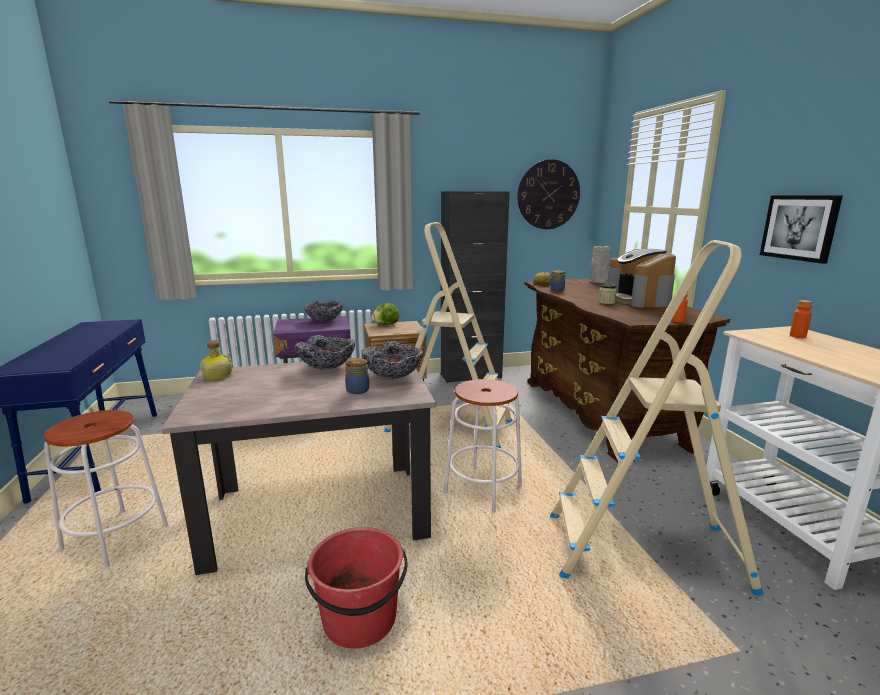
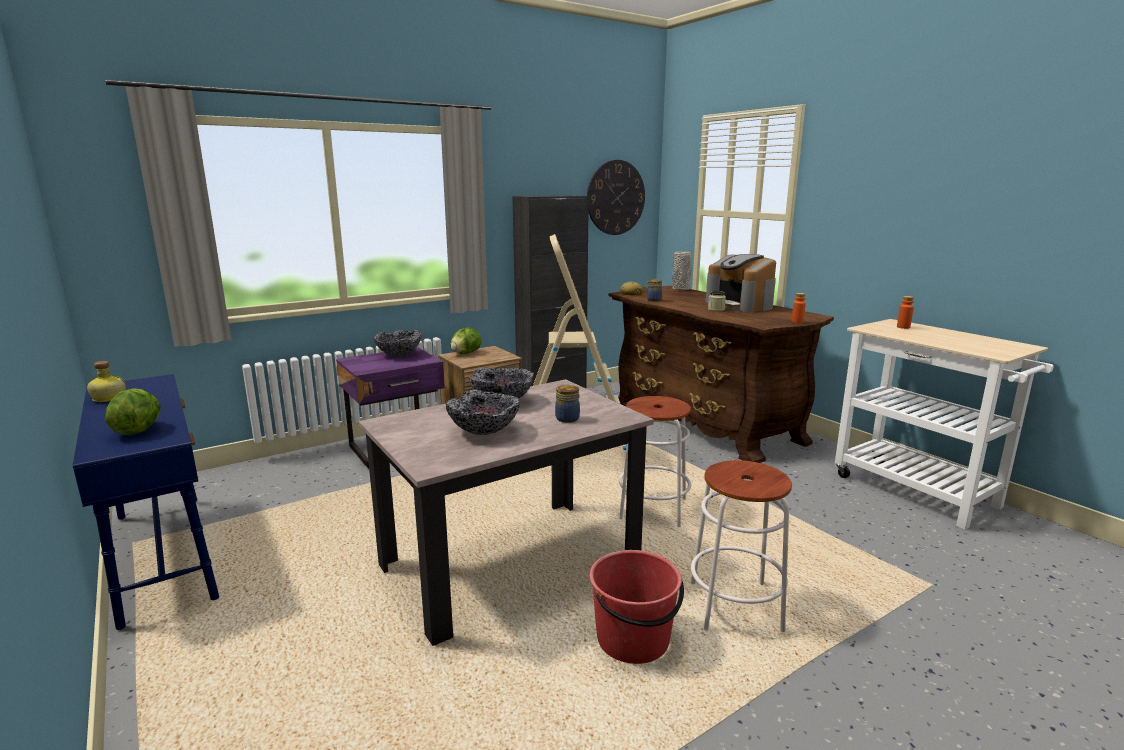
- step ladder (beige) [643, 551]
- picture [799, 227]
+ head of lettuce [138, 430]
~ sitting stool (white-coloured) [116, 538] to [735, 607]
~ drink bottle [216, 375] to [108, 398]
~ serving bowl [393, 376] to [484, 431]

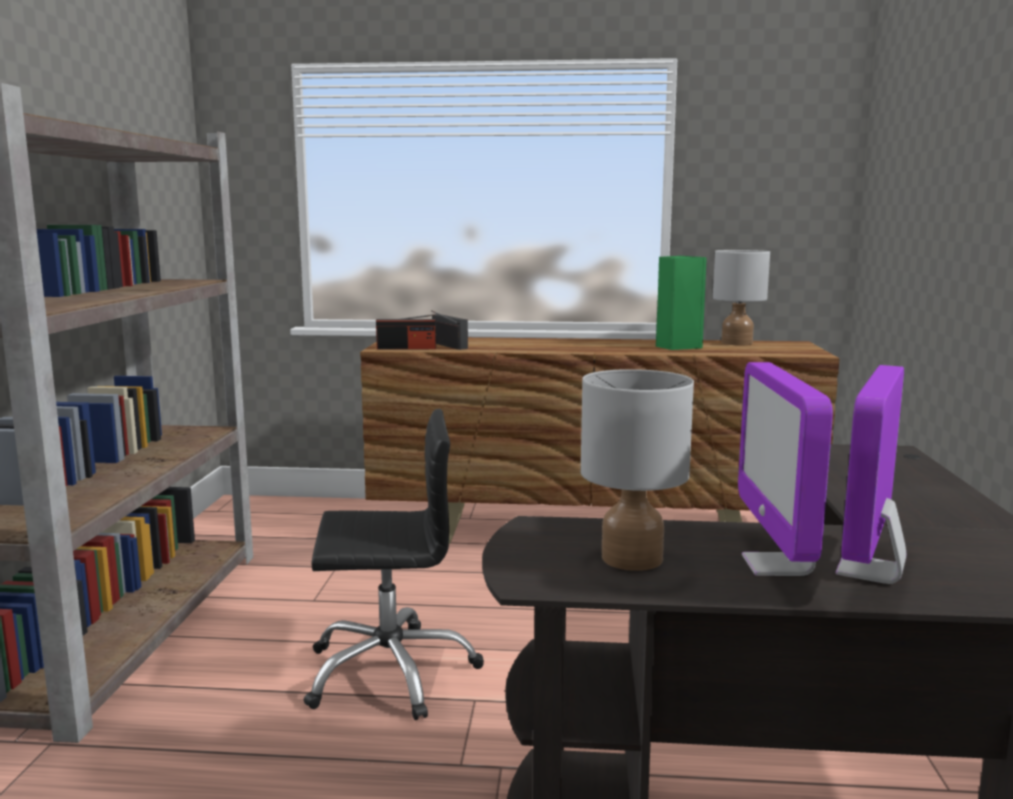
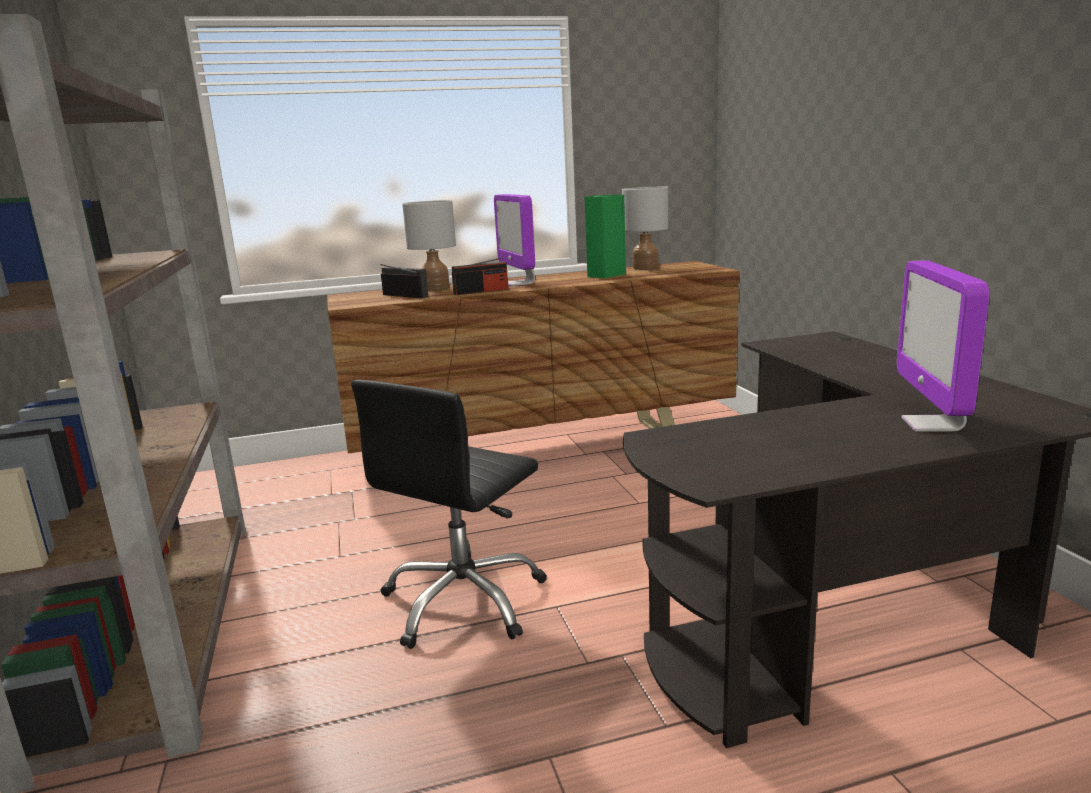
~ radio set [407, 348] to [481, 291]
~ tabletop lamp (gray) [632, 559] to [436, 288]
~ computer display [777, 565] to [519, 283]
~ computer chair (blackish) [390, 671] = [464, 601] 150 degrees clockwise

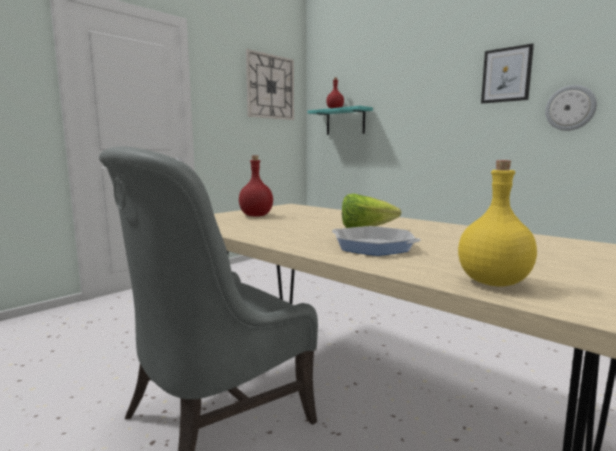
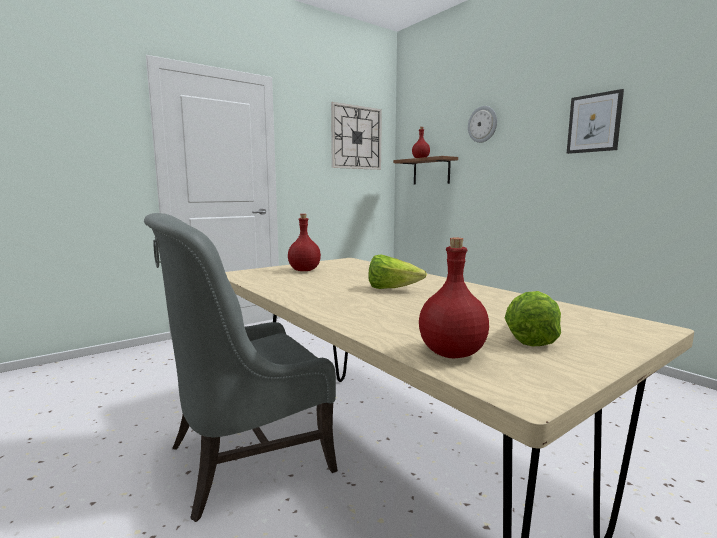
- pan [373, 246]
+ head of lettuce [531, 338]
~ wall clock [570, 108] to [482, 124]
~ shelf (turquoise-coloured) [345, 122] to shelf (brownish) [431, 171]
~ drink bottle (yellow) [492, 282] to drink bottle (red-coloured) [451, 353]

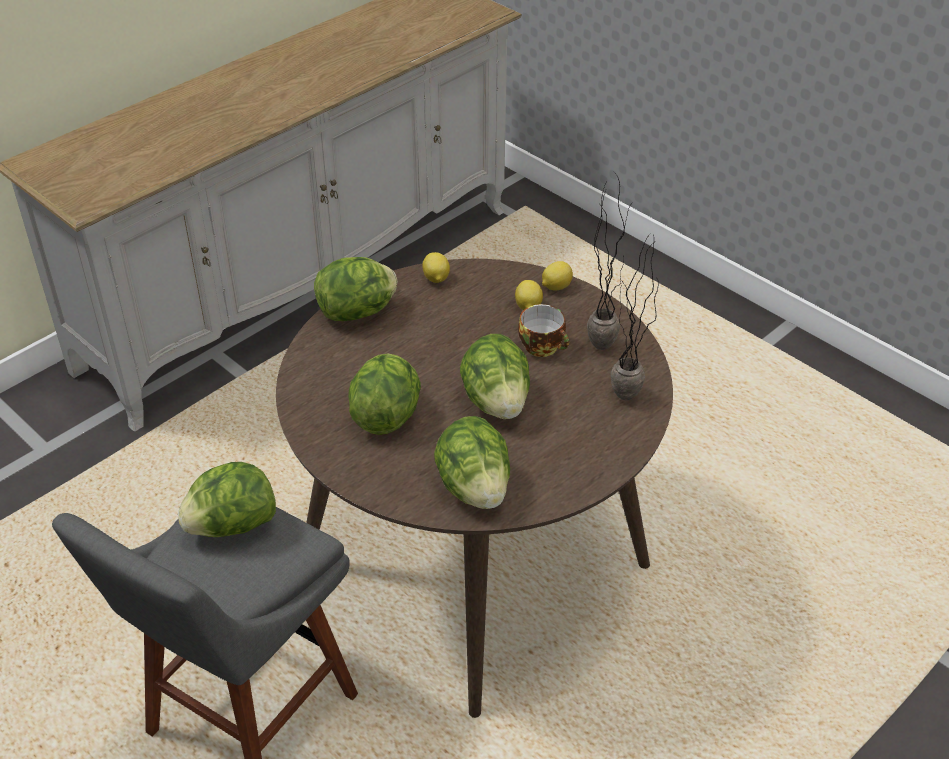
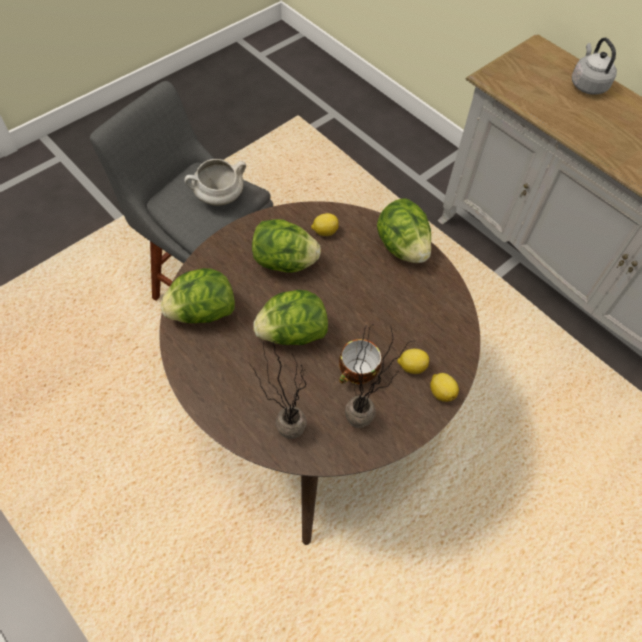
+ water kettle (gray) [587, 84]
~ citrus fruit [436, 279] to [324, 231]
~ head of lettuce [232, 525] to stockpot (white-coloured) [218, 197]

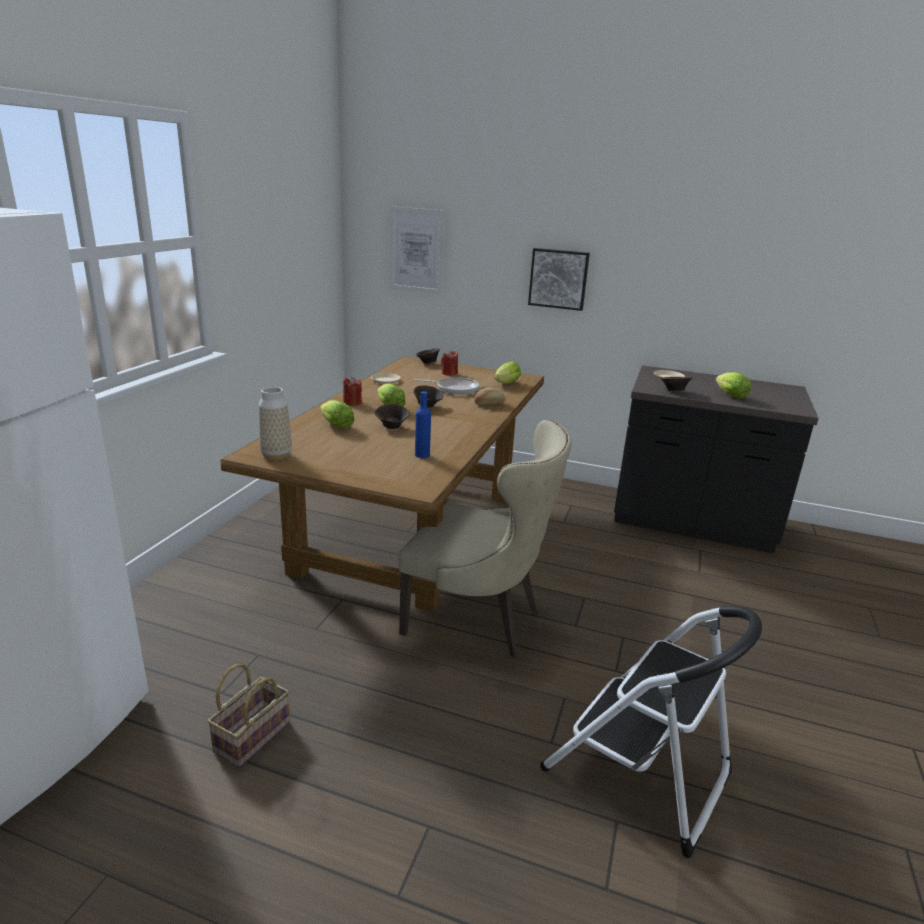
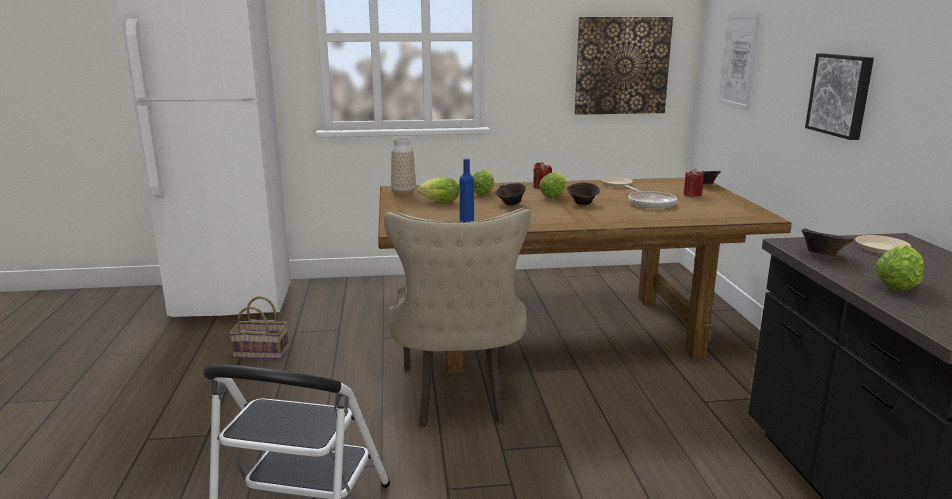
- bakery bread [489, 403]
+ picture [621, 66]
~ head of lettuce [505, 384] to [438, 202]

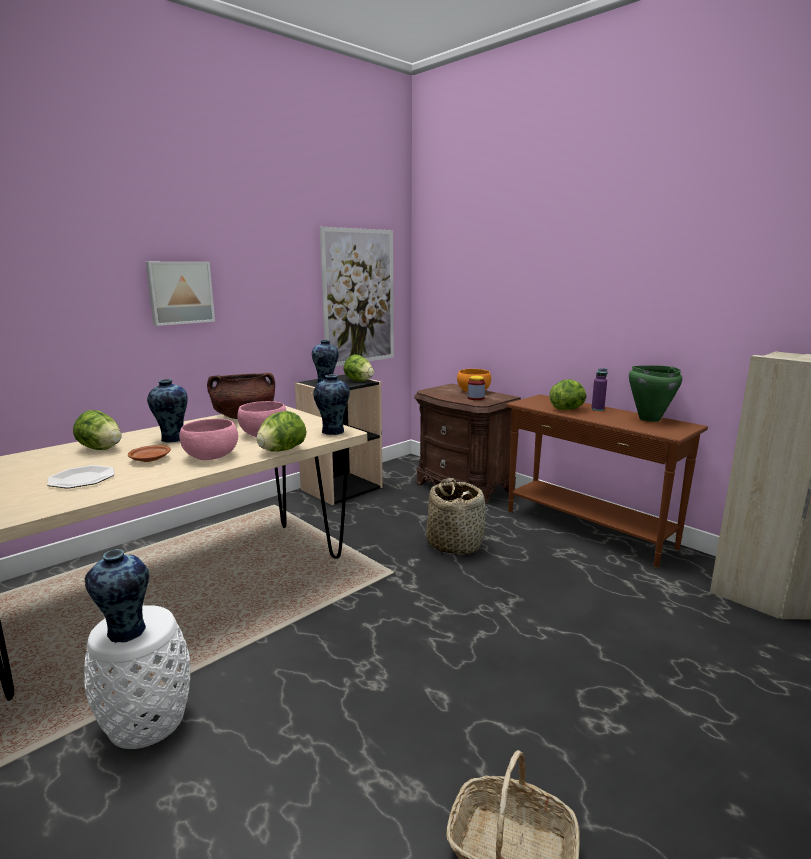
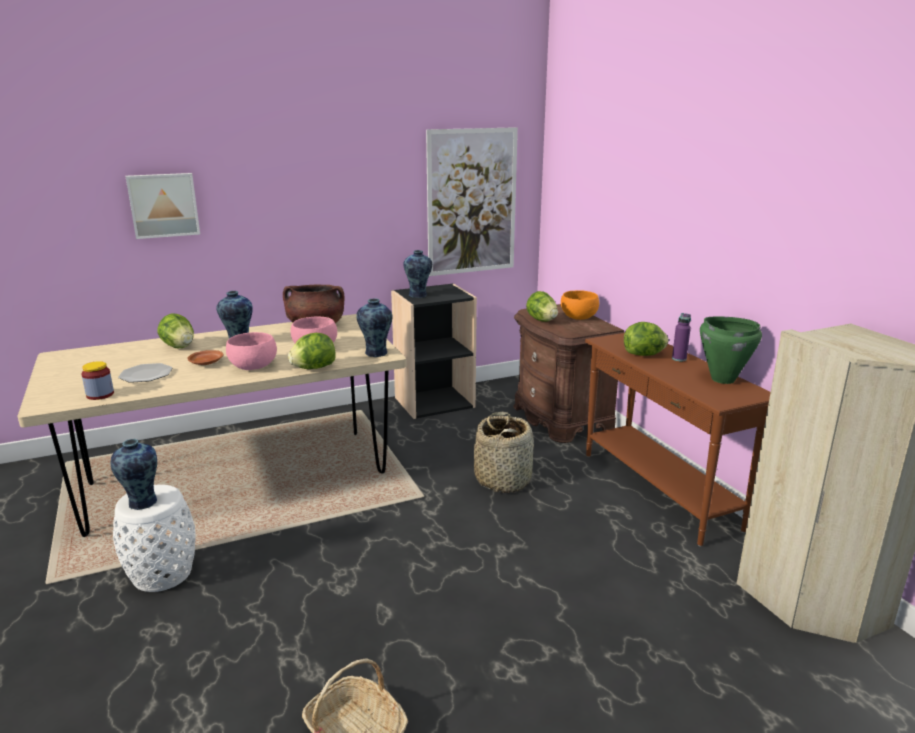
~ picture [180, 292] to [163, 205]
~ head of lettuce [358, 381] to [541, 320]
~ storage jar [476, 398] to [100, 395]

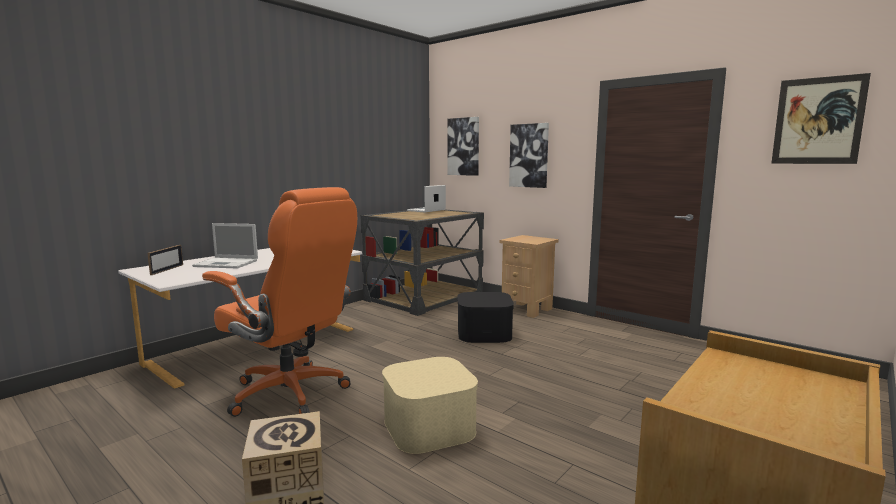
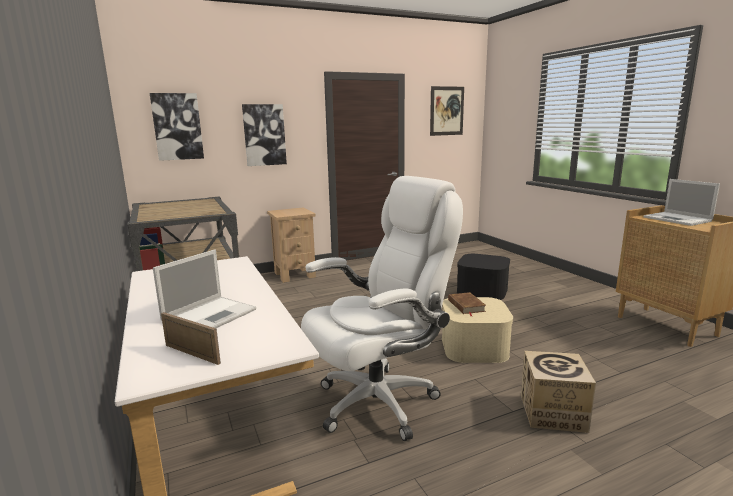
+ book (brownish) [466, 306]
~ portable computer [426, 210] to [678, 219]
~ storage bin (blackish) [484, 332] to [482, 290]
~ computer chair (orange) [290, 394] to computer chair (white-coloured) [379, 402]

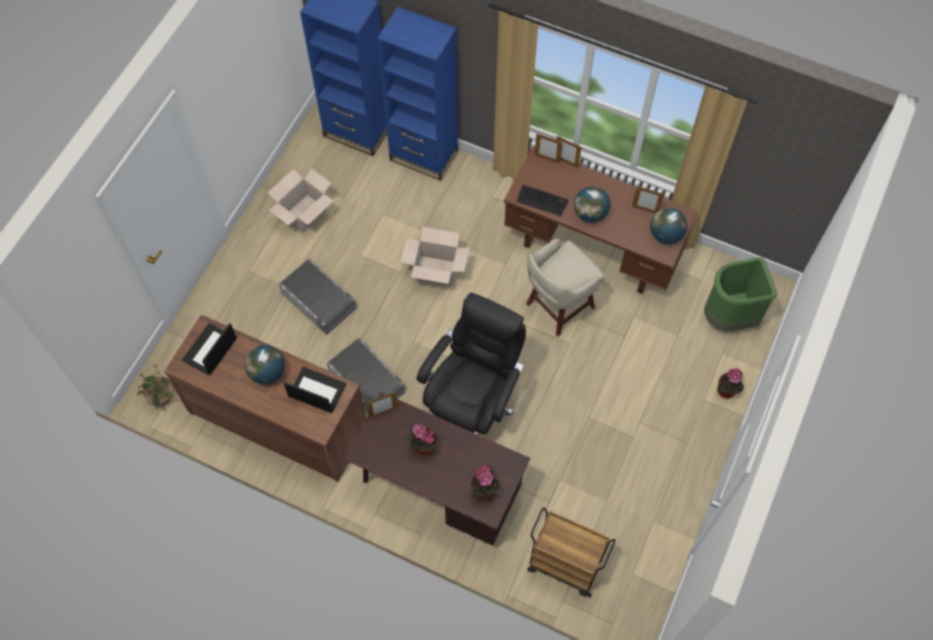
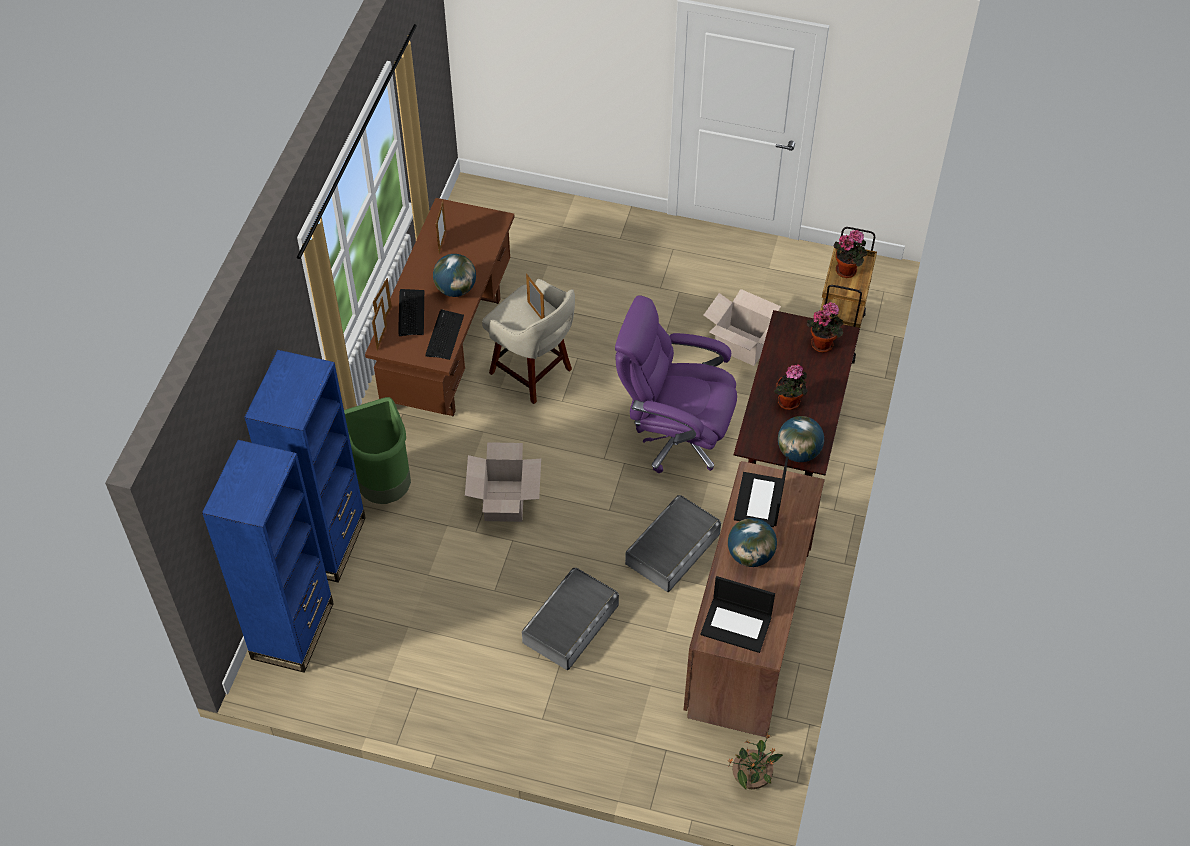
+ keyboard [411, 313]
~ packing box [304, 213] to [741, 345]
~ photo frame [383, 412] to [536, 312]
~ desk globe [666, 235] to [798, 452]
~ rubbish bin (greenish) [729, 318] to [383, 485]
~ plant in a pot [726, 392] to [848, 270]
~ computer chair (blackish) [473, 403] to computer chair (purple) [674, 438]

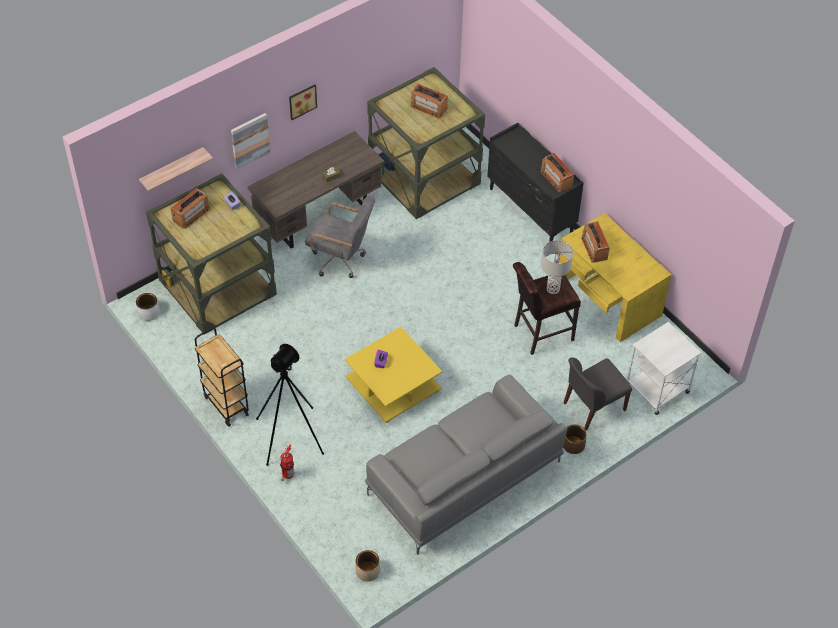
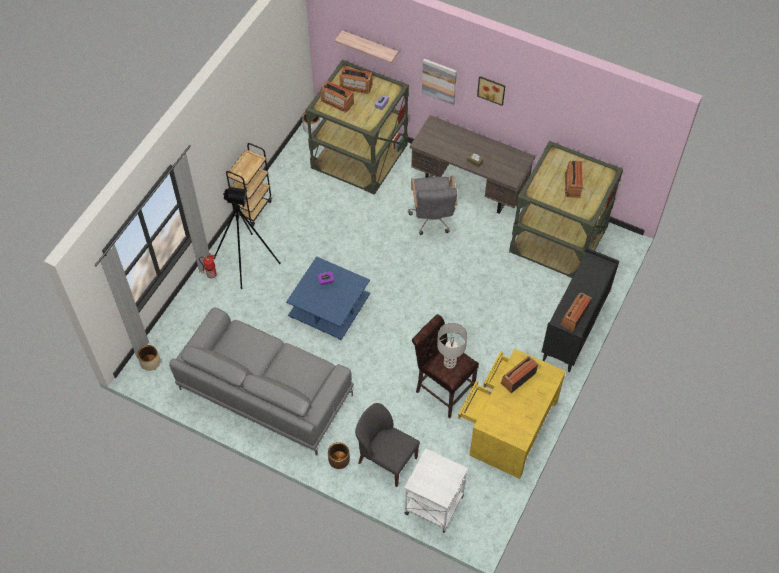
+ radio set [337, 102]
~ lounge table (yellow) [393, 387] to lounge table (bluish) [328, 307]

